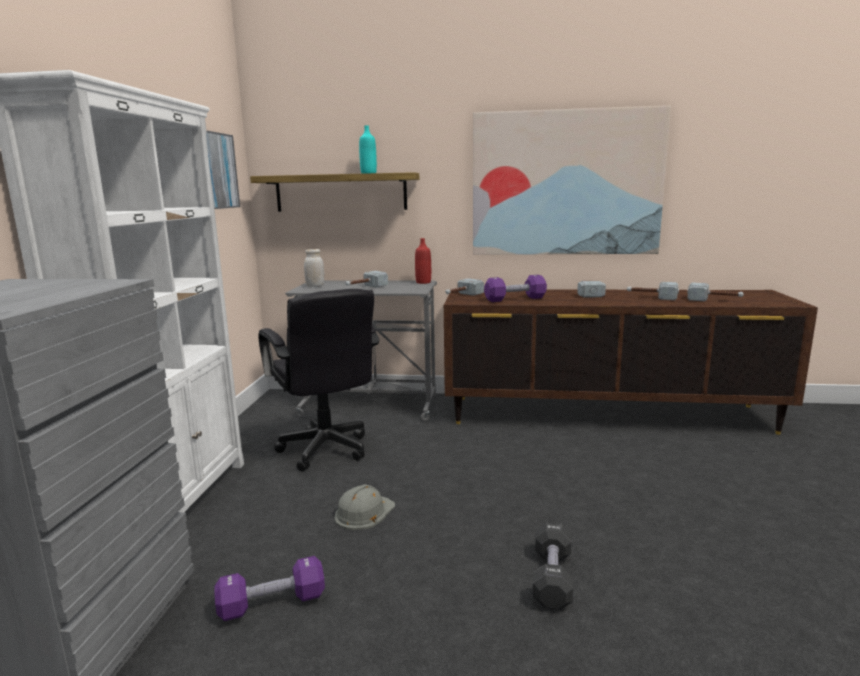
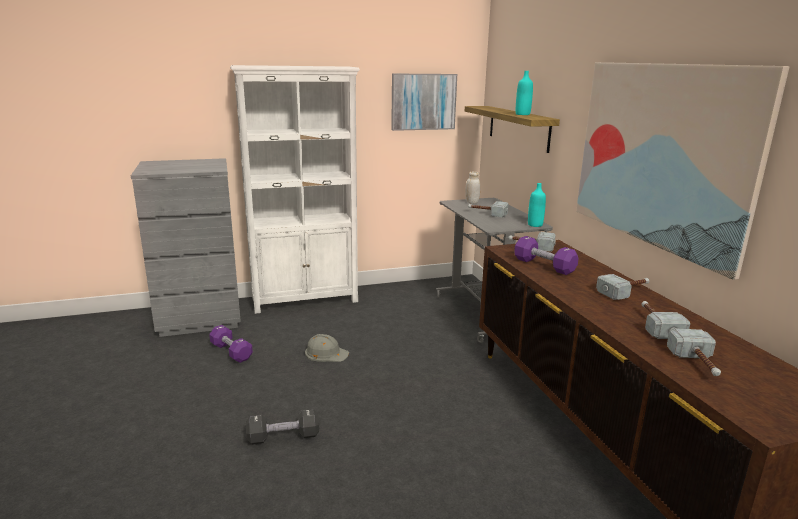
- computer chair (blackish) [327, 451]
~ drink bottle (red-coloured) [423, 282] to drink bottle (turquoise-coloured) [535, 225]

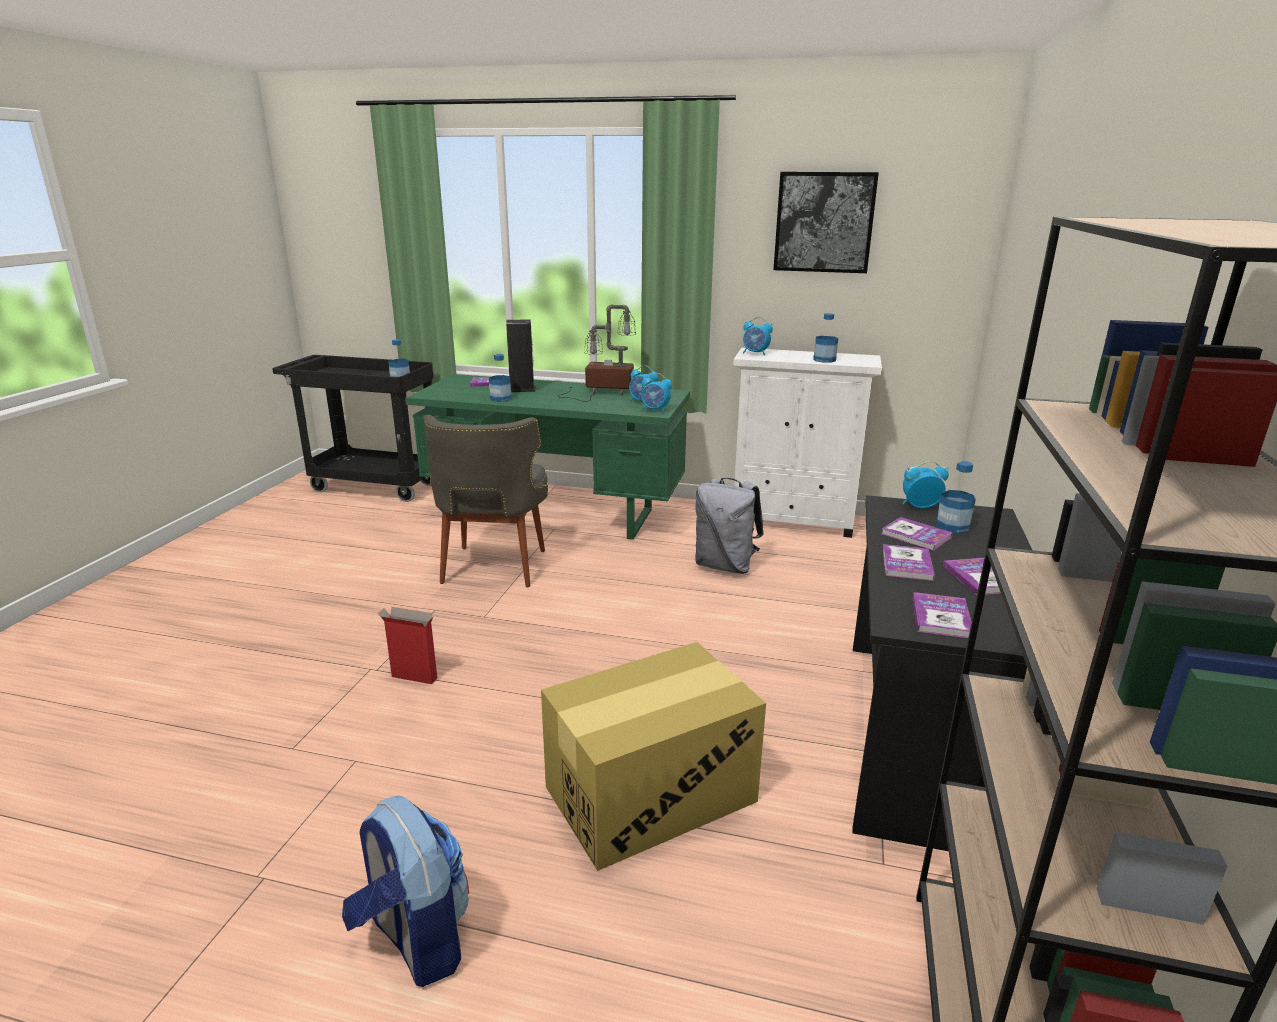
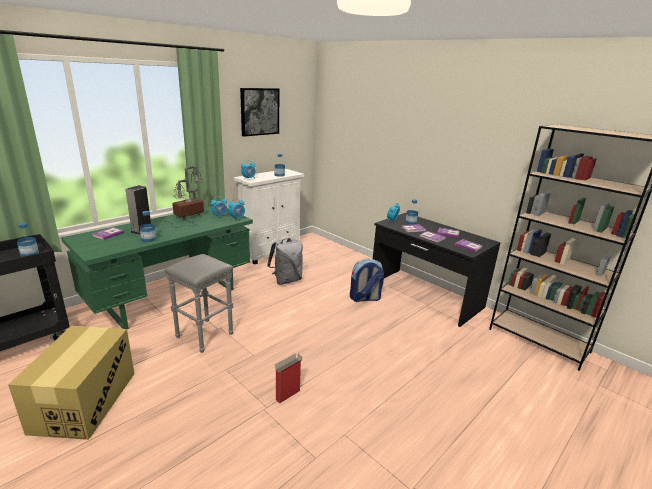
~ backpack [414, 939] to [365, 298]
~ packing box [651, 794] to [85, 401]
~ plain chair (gray) [495, 566] to sitting stool (gray) [204, 336]

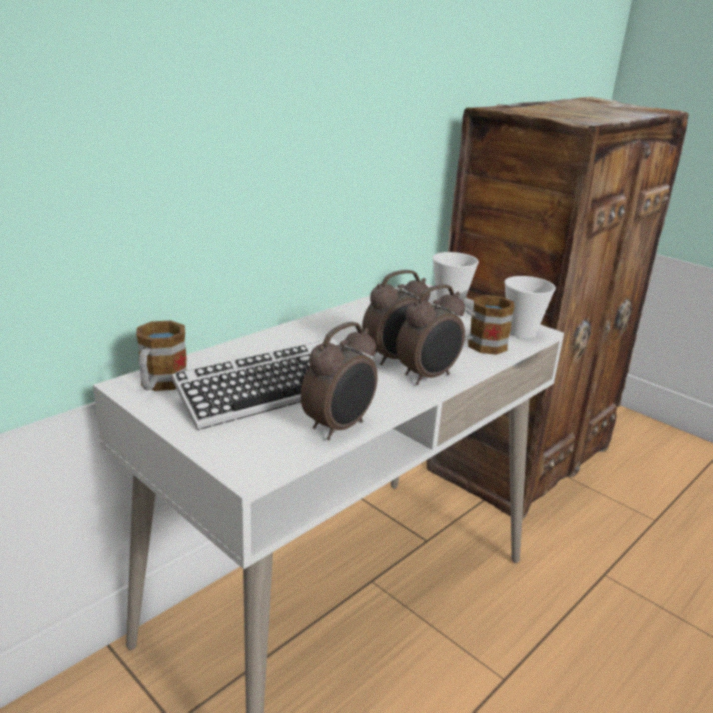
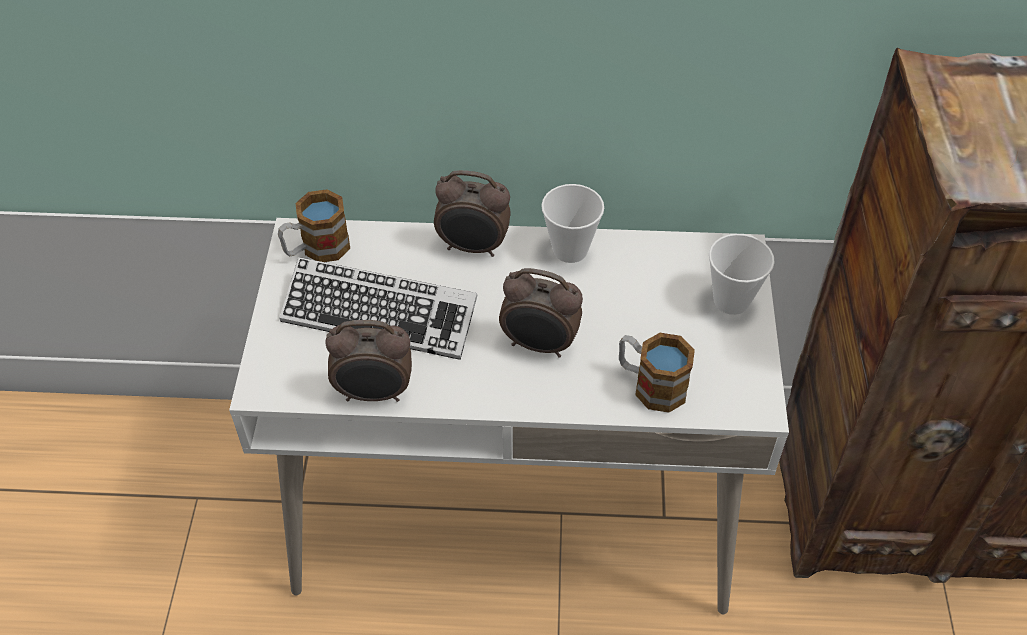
~ bedside clock [428, 376] to [473, 247]
~ small cup [521, 332] to [570, 250]

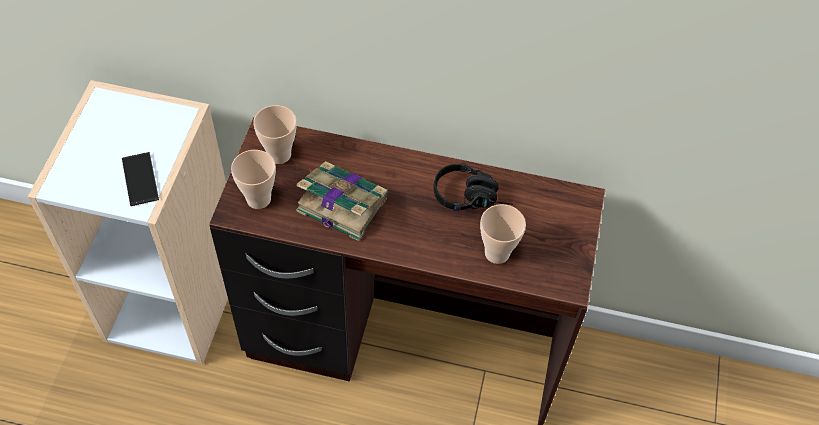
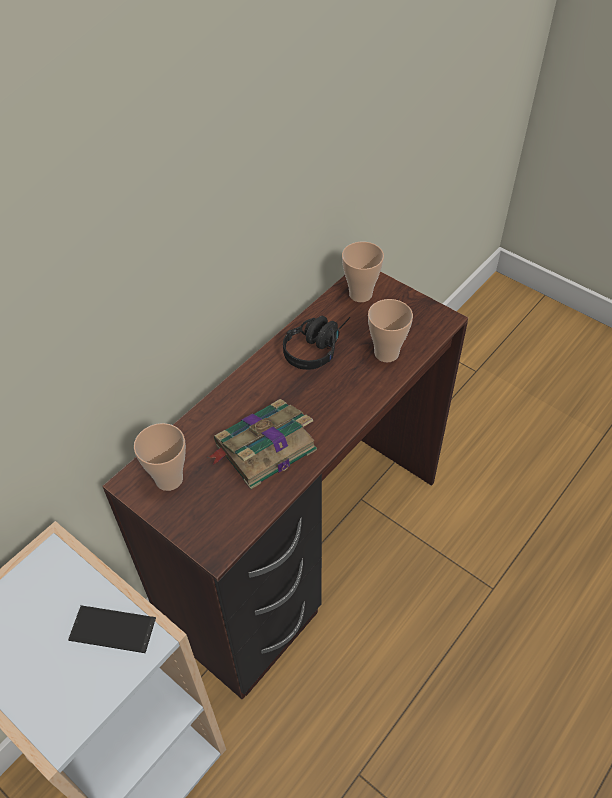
~ small cup [258, 199] to [360, 294]

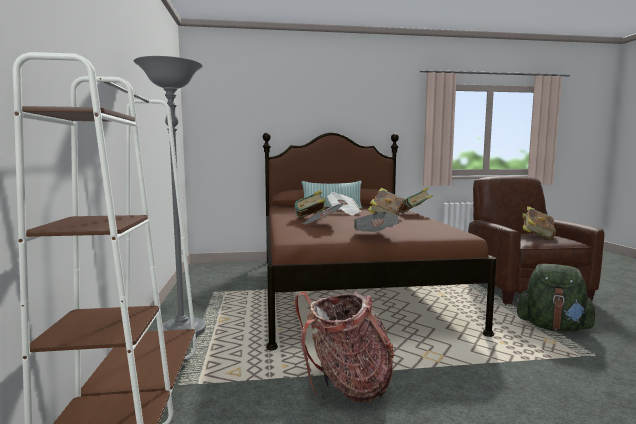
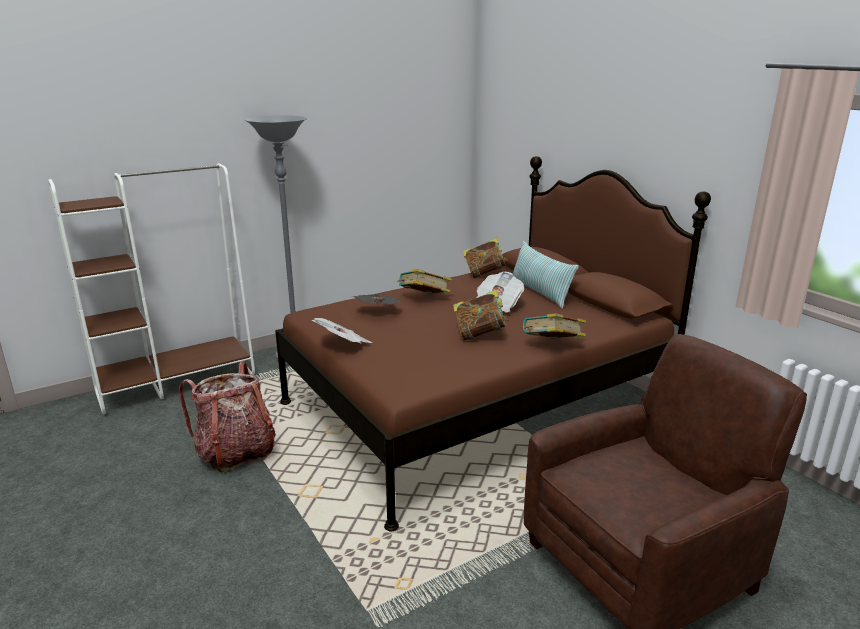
- backpack (greenish) [553, 327]
~ book [537, 236] to [484, 274]

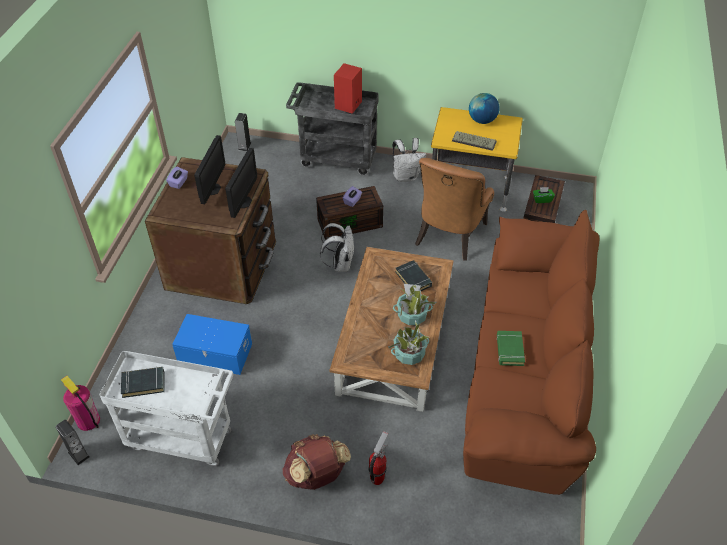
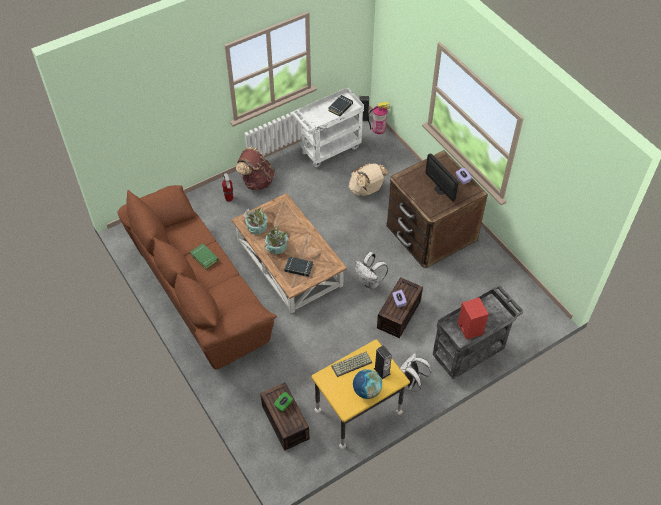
- computer display [243, 202]
- plain chair (brownish) [450, 234]
~ speaker [244, 146] to [382, 371]
~ storage bin (bluish) [215, 354] to backpack (beige) [366, 190]

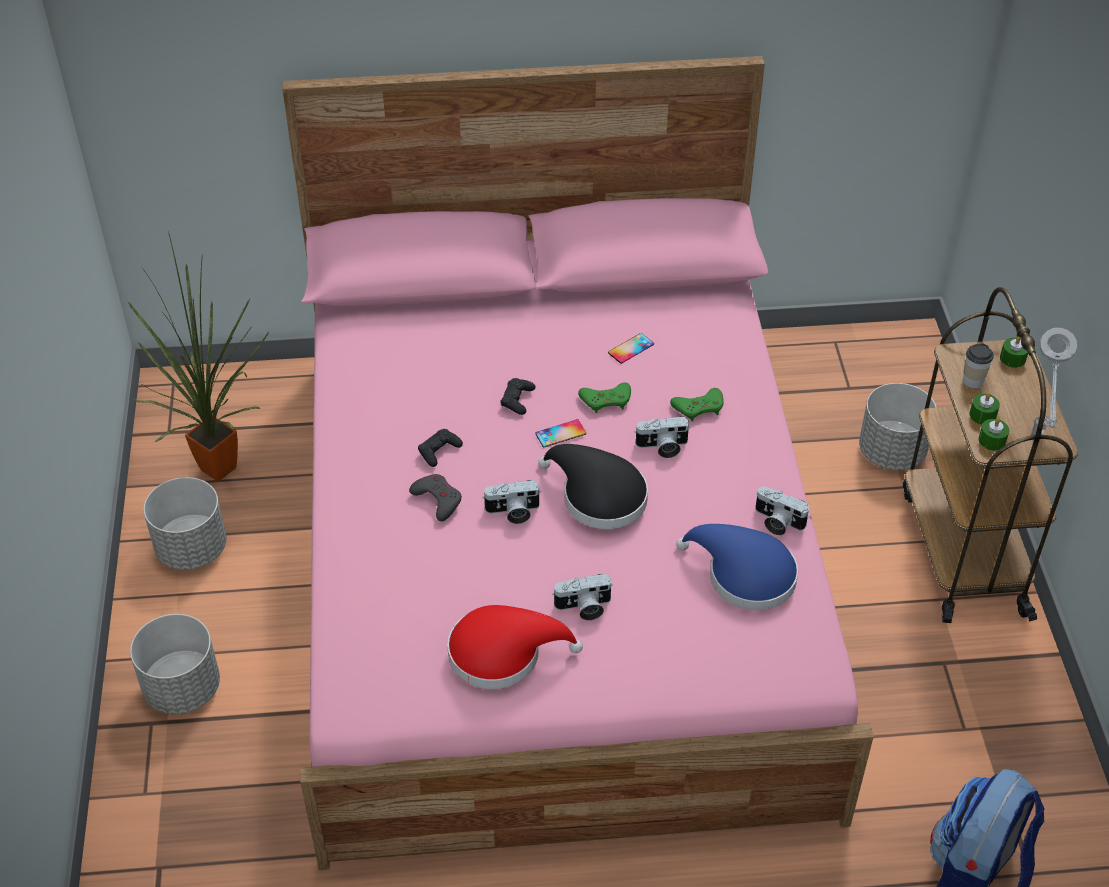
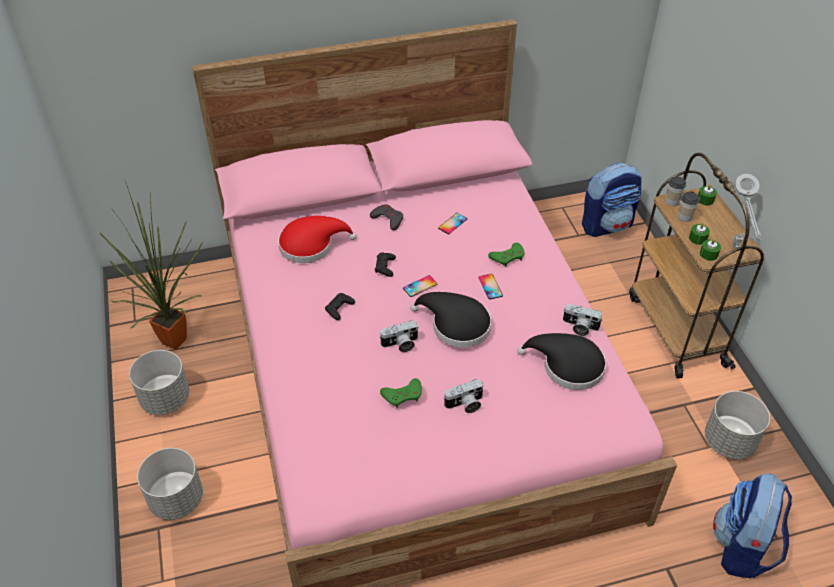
+ backpack [607, 225]
+ small cup [672, 202]
~ gamepad (gray) [437, 499] to [388, 219]
~ wearable hat (red-coloured) [502, 653] to [311, 245]
~ gamepad (greenish) [606, 400] to [403, 395]
~ flower pot (gray) [892, 452] to [729, 441]
~ still camera [662, 447] to phone [490, 286]
~ wearable hat (bluish) [744, 575] to wearable hat (blackish) [567, 366]

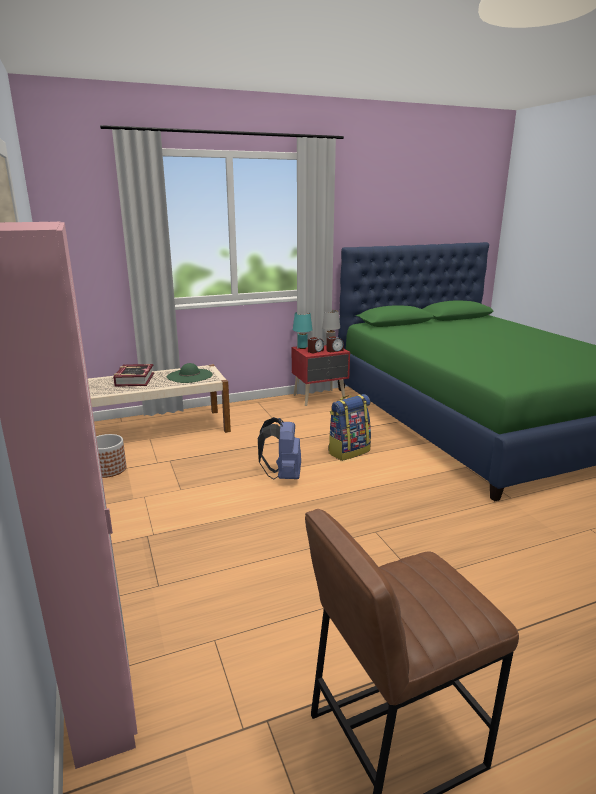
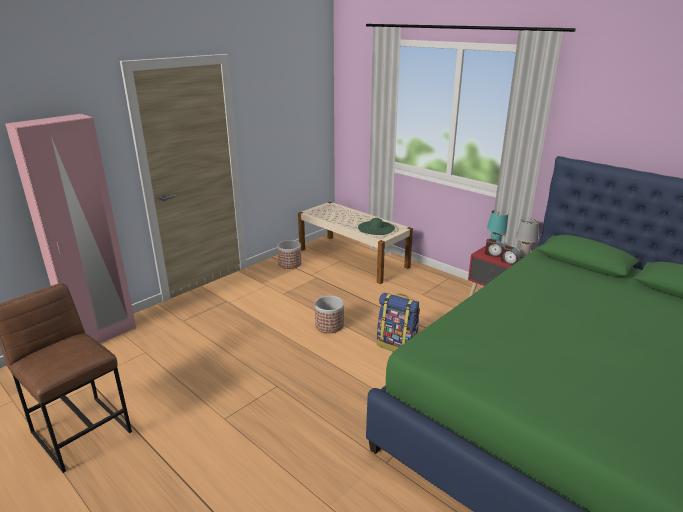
- book [134, 380]
~ backpack (bluish) [283, 476] to flower pot [329, 325]

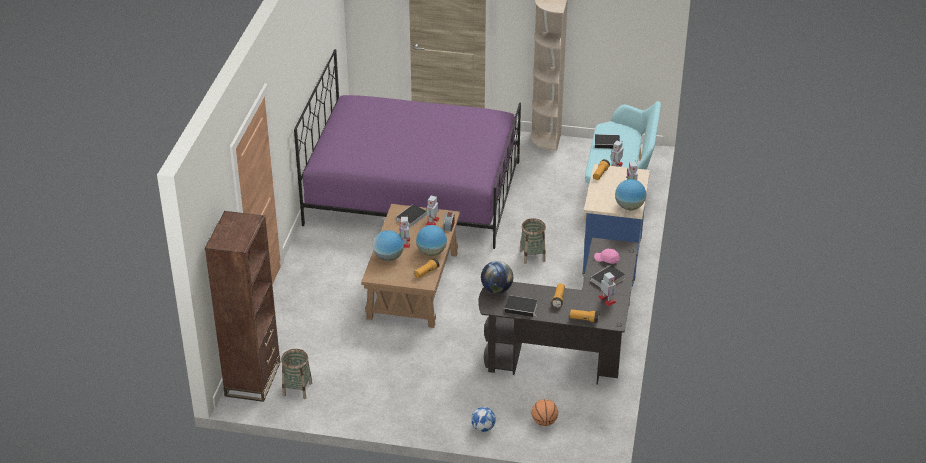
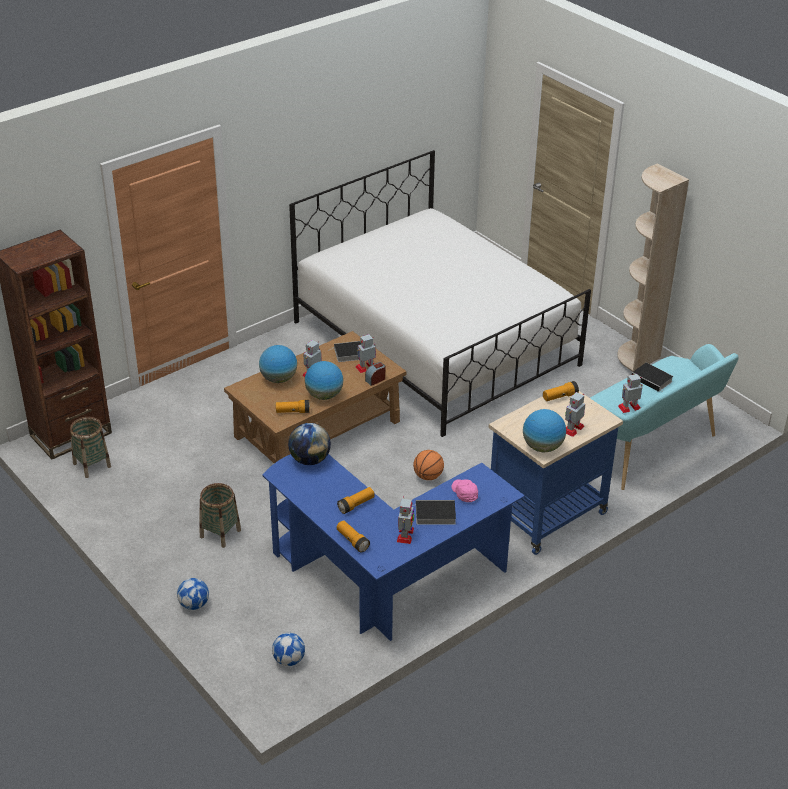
- book [522, 308]
+ football ball [289, 660]
~ storage basket [532, 256] to [220, 533]
~ basketball [544, 422] to [428, 476]
~ bed (purple) [413, 192] to bed (white-coloured) [434, 343]
~ desk (blackish) [571, 348] to desk (bluish) [384, 580]

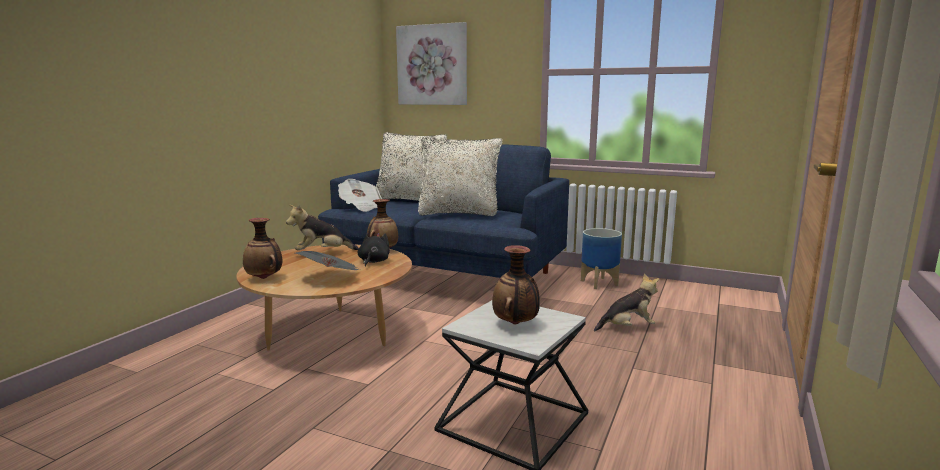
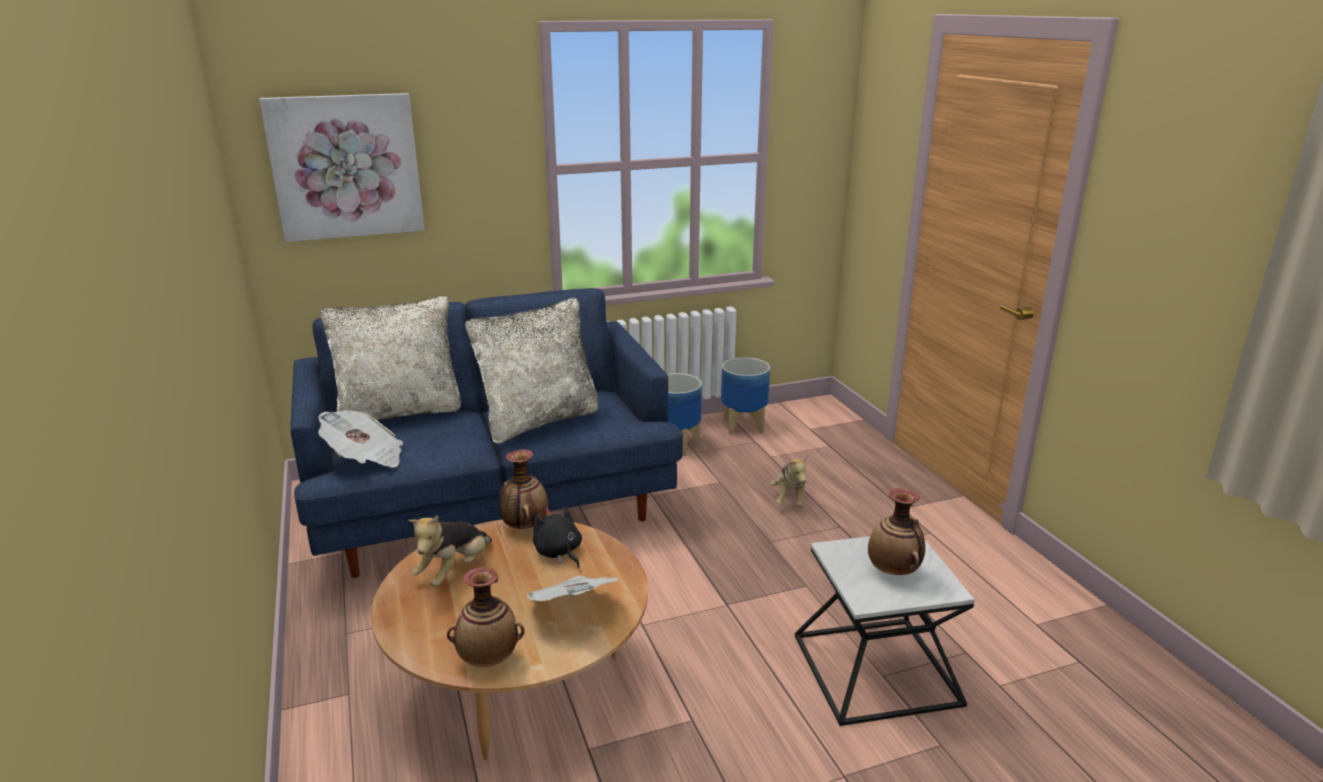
+ flower pot [742, 426]
~ soft toy [627, 327] = [789, 499] 150 degrees clockwise

